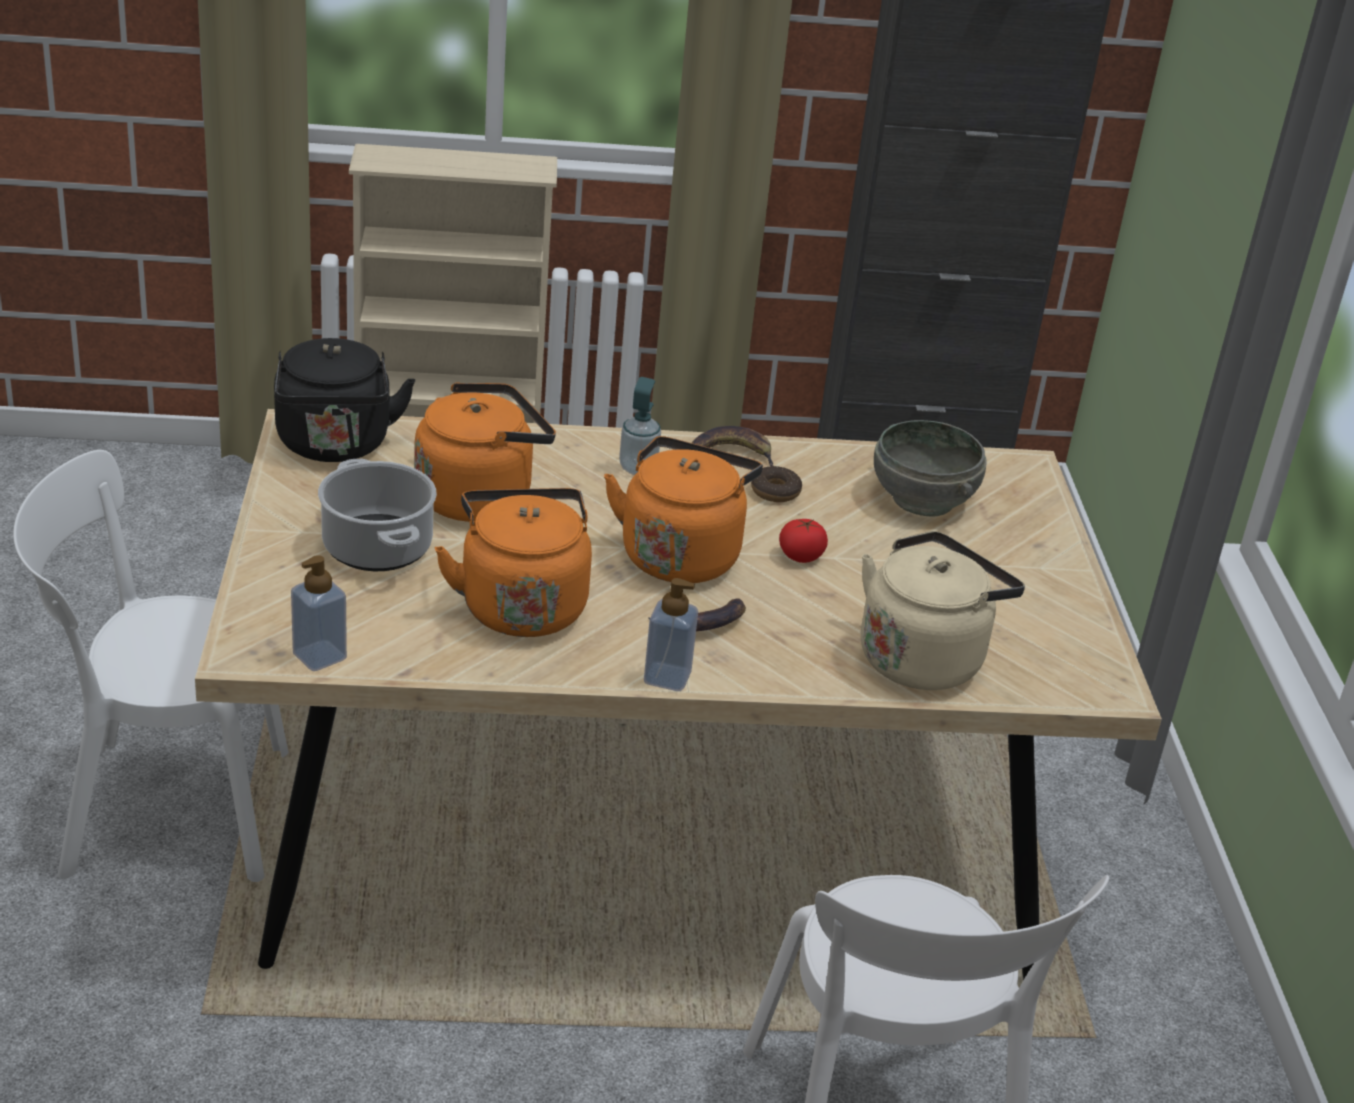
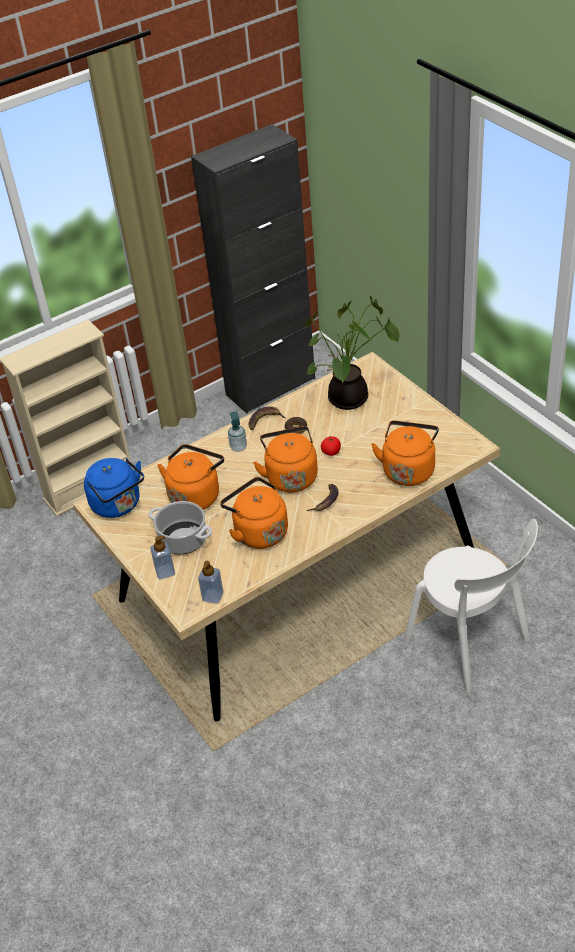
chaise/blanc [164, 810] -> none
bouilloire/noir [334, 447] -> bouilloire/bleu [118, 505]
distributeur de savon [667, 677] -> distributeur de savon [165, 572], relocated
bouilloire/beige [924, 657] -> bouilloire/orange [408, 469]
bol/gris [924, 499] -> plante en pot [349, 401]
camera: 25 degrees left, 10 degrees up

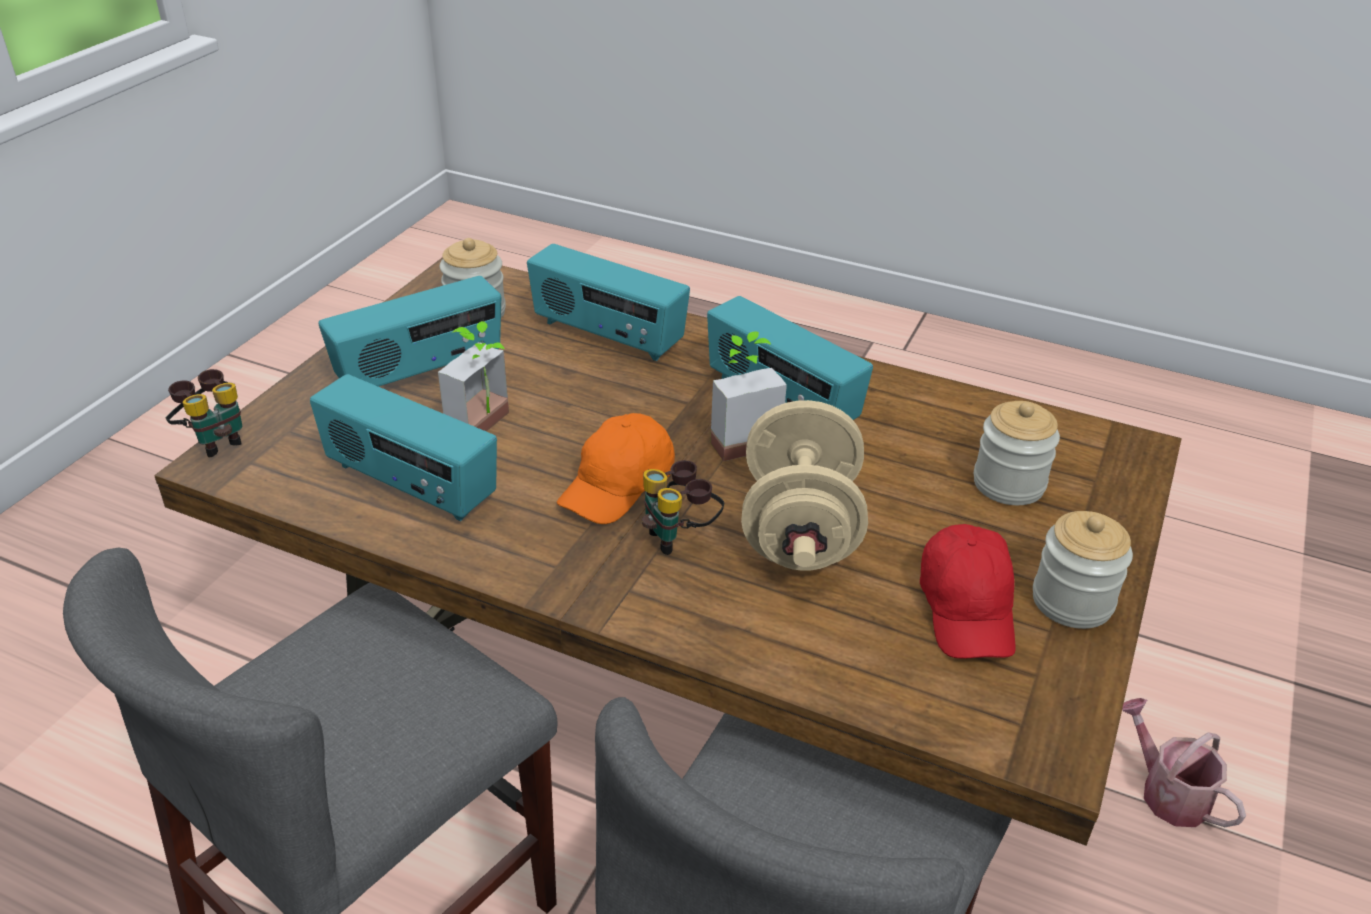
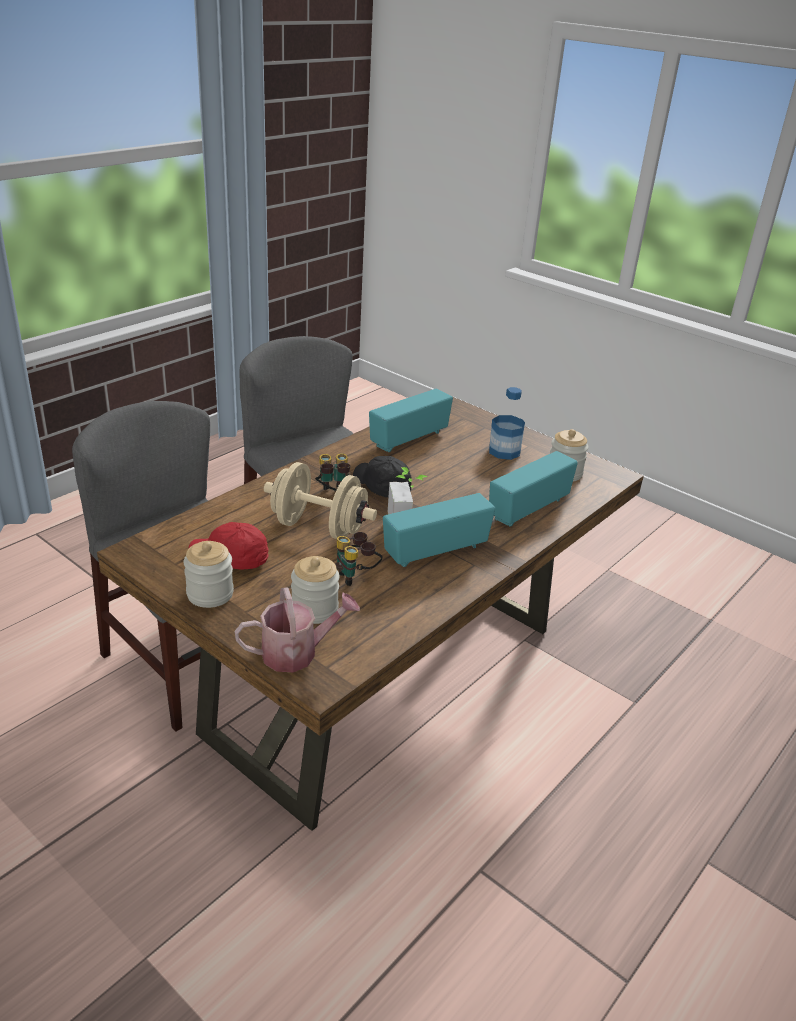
jumelles [215, 440] -> jumelles [357, 576], relocated
radio [421, 372] -> bouteille [504, 451]
plante en pot [488, 427] -> none
casquette/orange [619, 486] -> casquette/noir [381, 486]
arrosoir [1167, 792] -> arrosoir [297, 652], relocated
camera: 105 degrees right, 5 degrees down

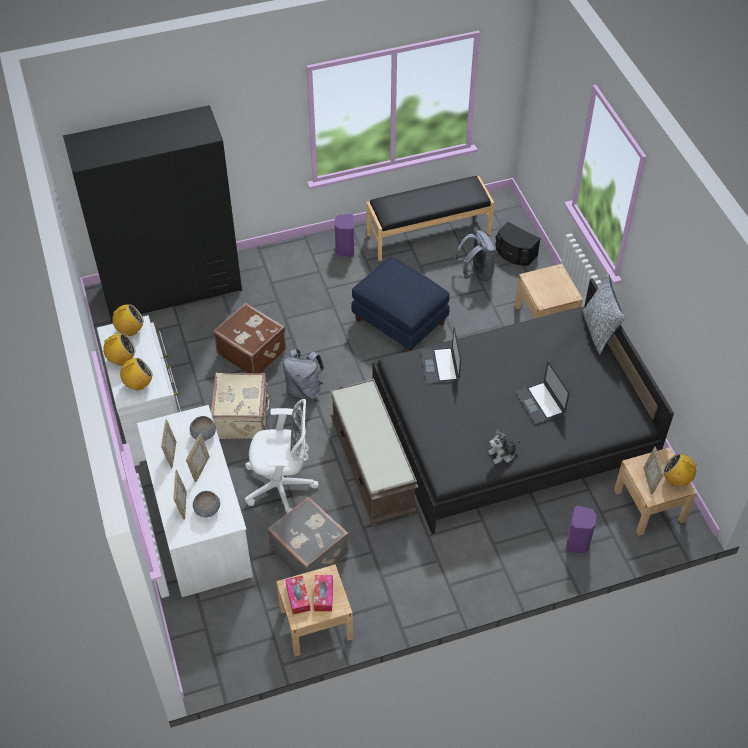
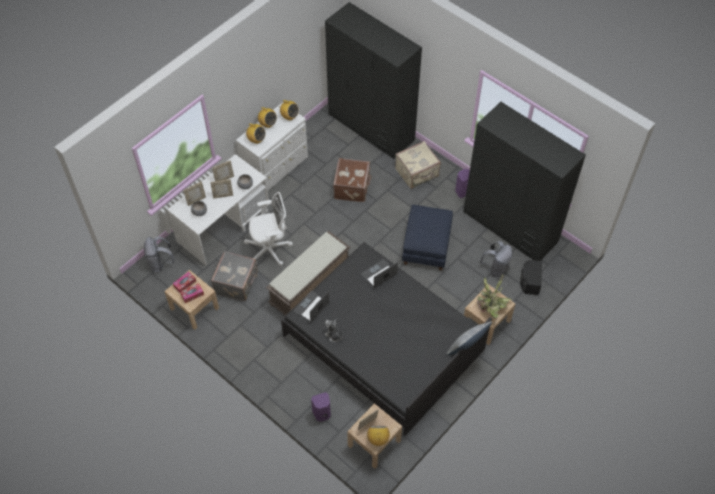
valise/beige [243, 417] -> valise/beige [417, 173], relocated
chaise de bureau/blanc [282, 486] -> chaise de bureau/blanc [270, 249], 75 degrees counterclockwise
sac à dos/gris [304, 390] -> sac à dos/gris [160, 263], relocated
banc/noir [428, 233] -> armoire/noir [510, 227]
ordinateur portable [540, 402] -> ordinateur portable [311, 307], relocated
none -> plante en pot [491, 307]
camera: 60 degrees right, 5 degrees up

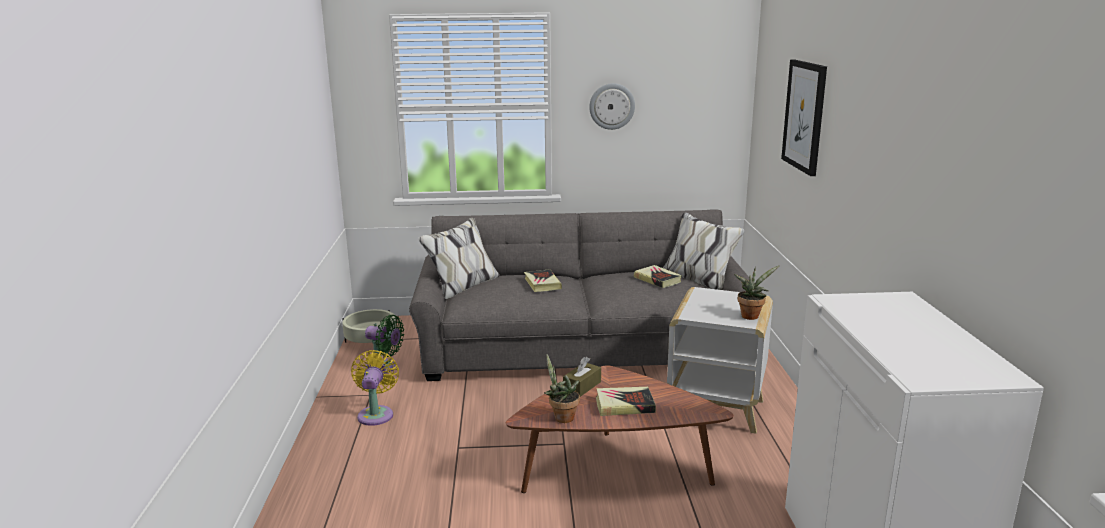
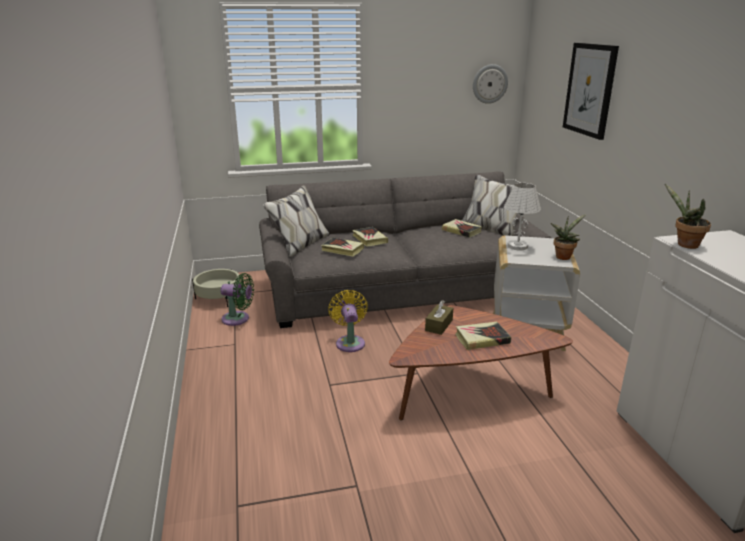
ventilateur/jaune [376, 414] -> ventilateur/jaune [350, 342], relocated
plante en pot [561, 417] -> plante en pot [684, 245], relocated
horloge murale [612, 106] -> horloge murale [489, 84], relocated
none -> livre [342, 250]
none -> lampe de table/blanc [518, 246]
camera: 10 degrees left, 5 degrees up

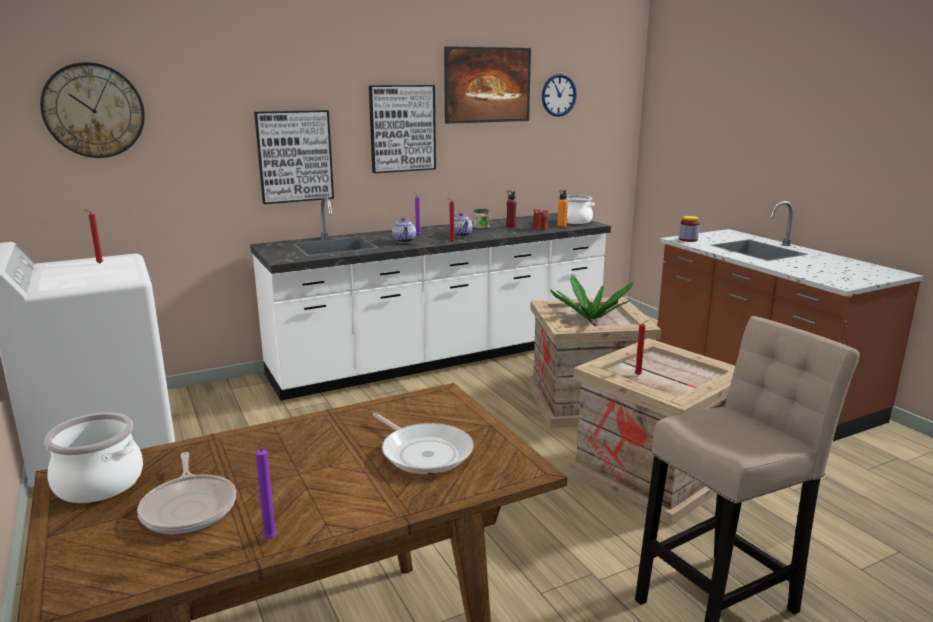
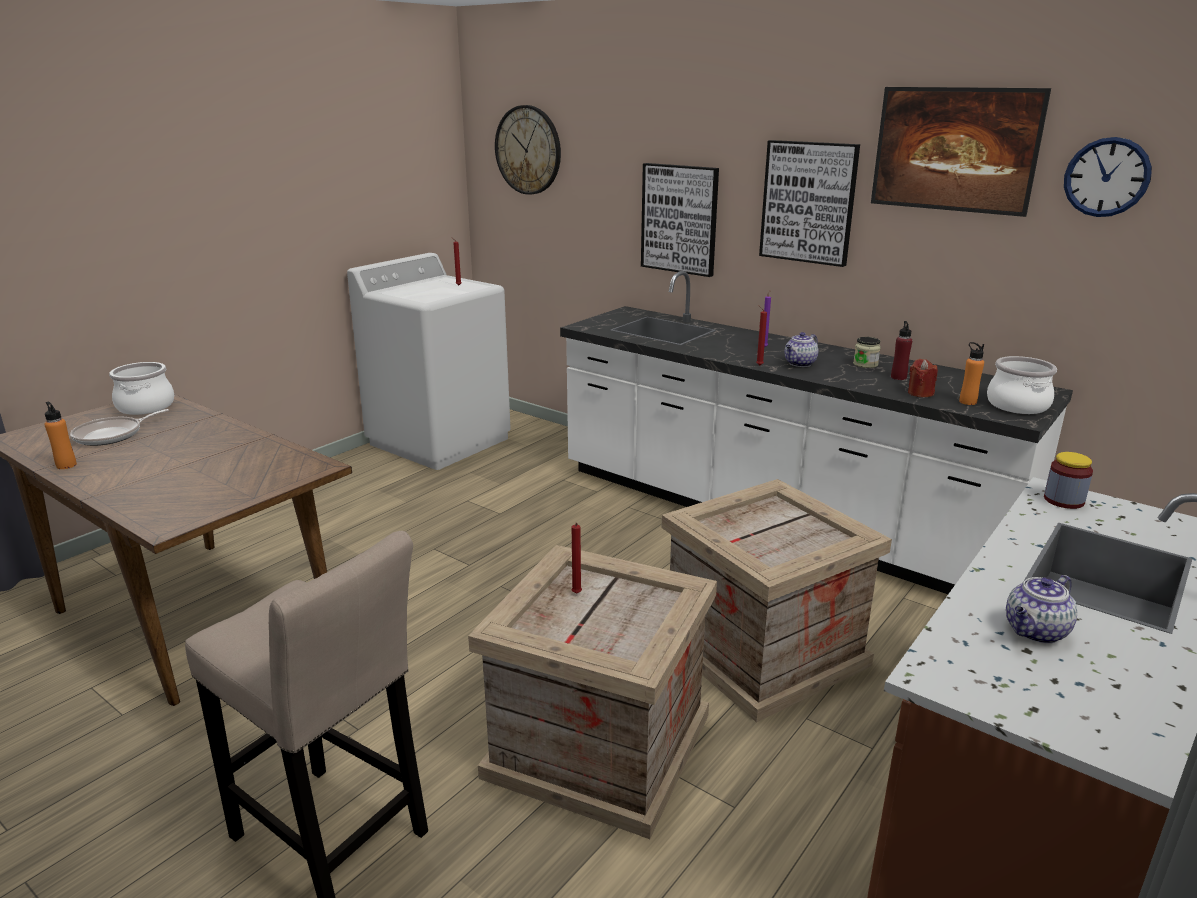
bougie/violet [270, 540] -> bouteille/orange [66, 465]
poêle [424, 452] -> none
théière [404, 241] -> théière [1035, 632], relocated
plante en pot [591, 317] -> none
camera: 65 degrees right, 5 degrees up

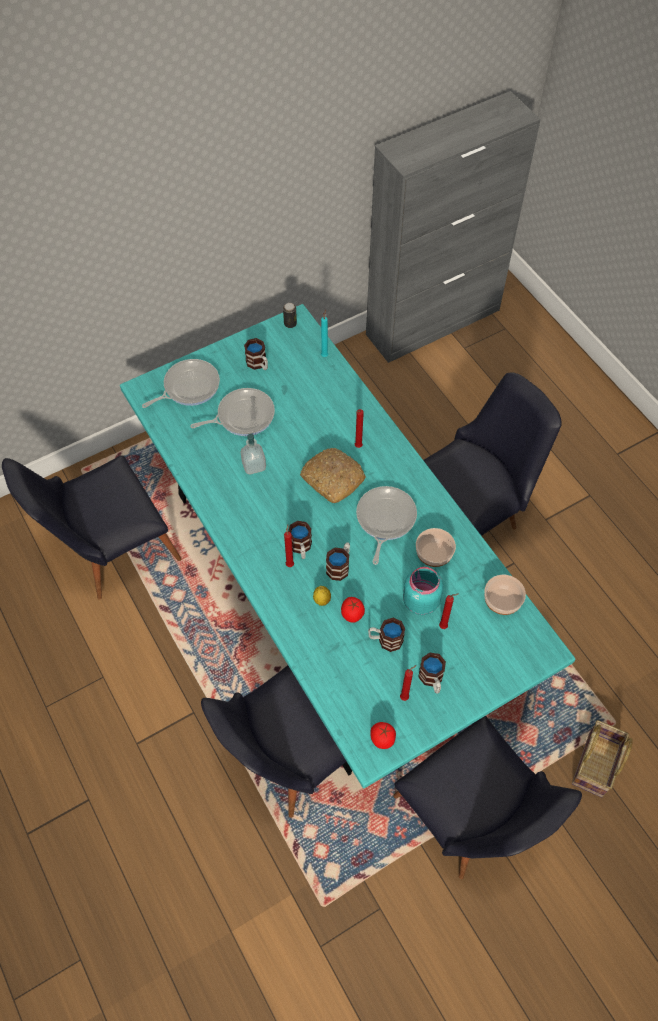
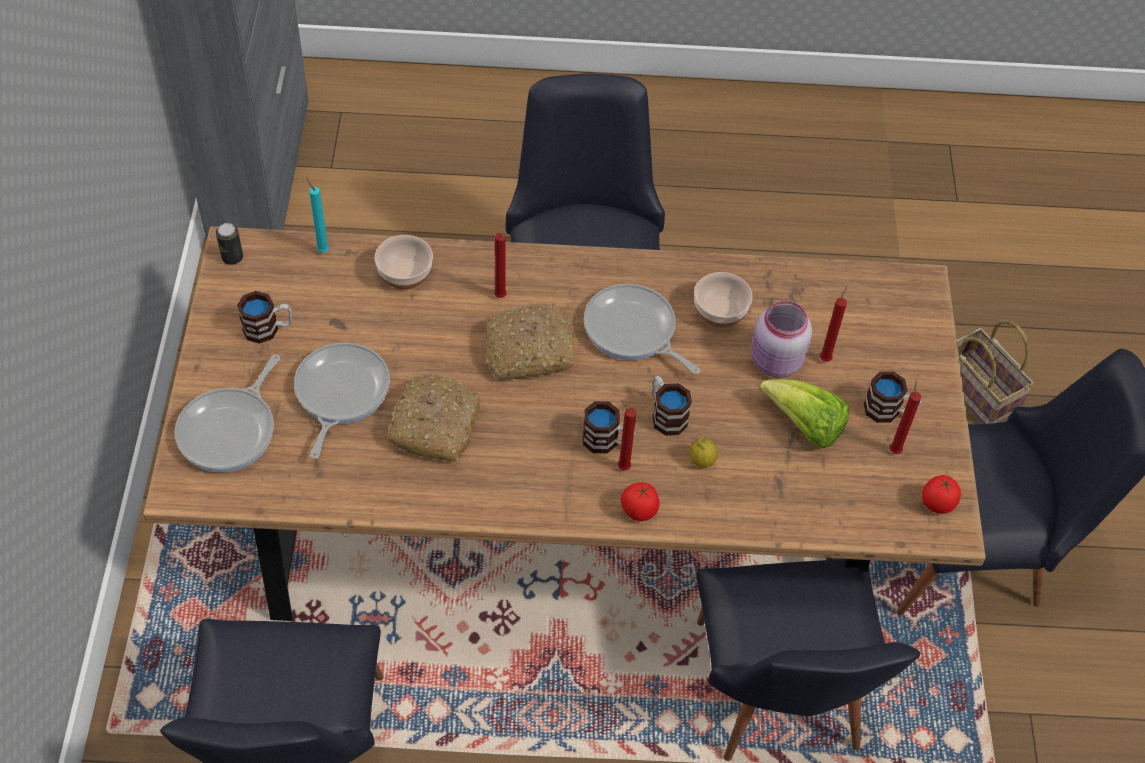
table à manger/turquoise [328, 587] -> table à manger/marron [563, 520]
poêle [188, 387] -> poêle [231, 430], 150 degrees counterclockwise
distributeur de savon [254, 465] -> pain [434, 424]
tomate [352, 614] -> tomate [638, 511], relocated
mug [385, 640] -> laitue [804, 426]
bocal/turquoise [419, 601] -> bocal/rose [775, 363]
bol [502, 601] -> bol [406, 274], relocated
camera: 60 degrees left, 5 degrees down

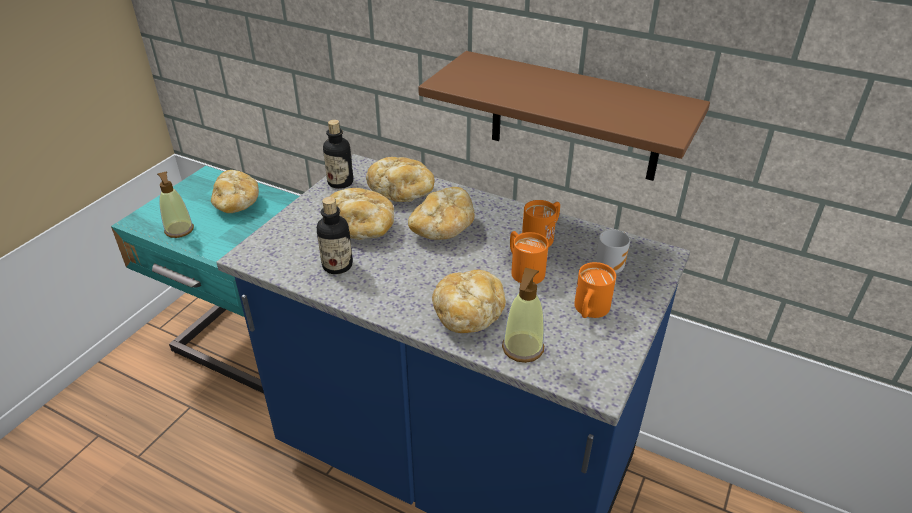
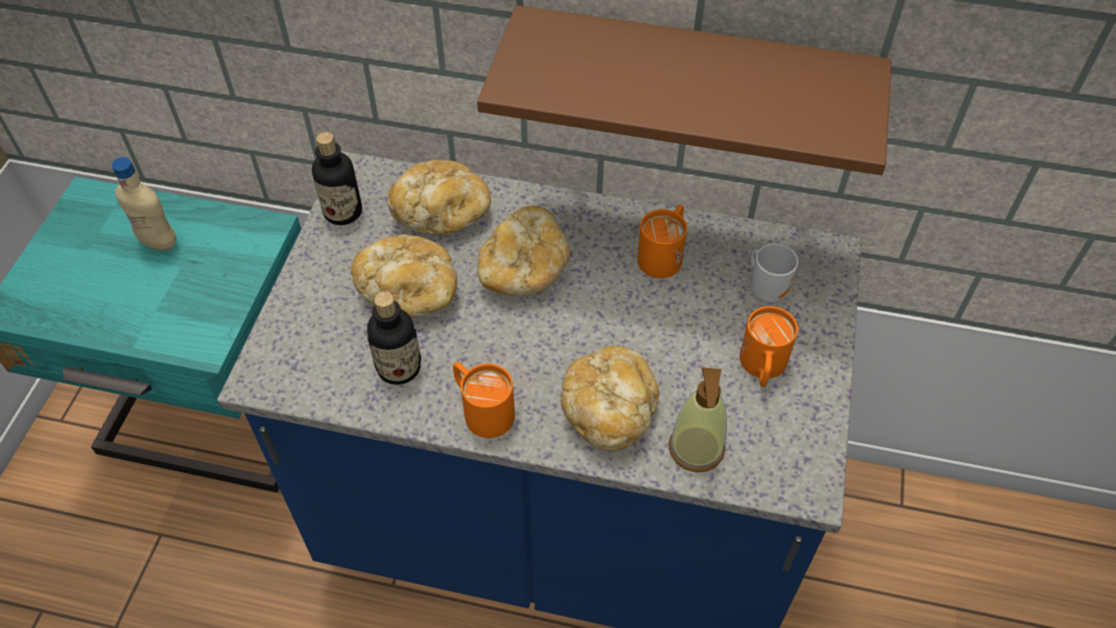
distributeur de savon [179, 230] -> none
pain [237, 204] -> bouteille/beige [159, 242]
mug/orange [523, 269] -> mug/orange [481, 409], relocated
camera: 15 degrees left, 15 degrees up

